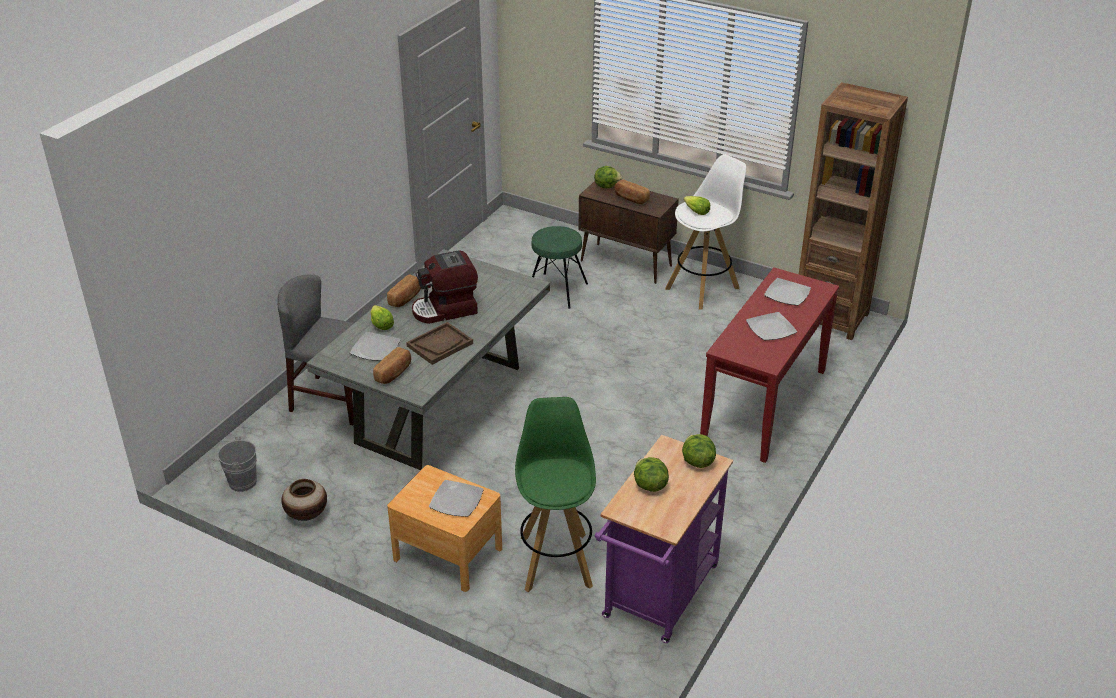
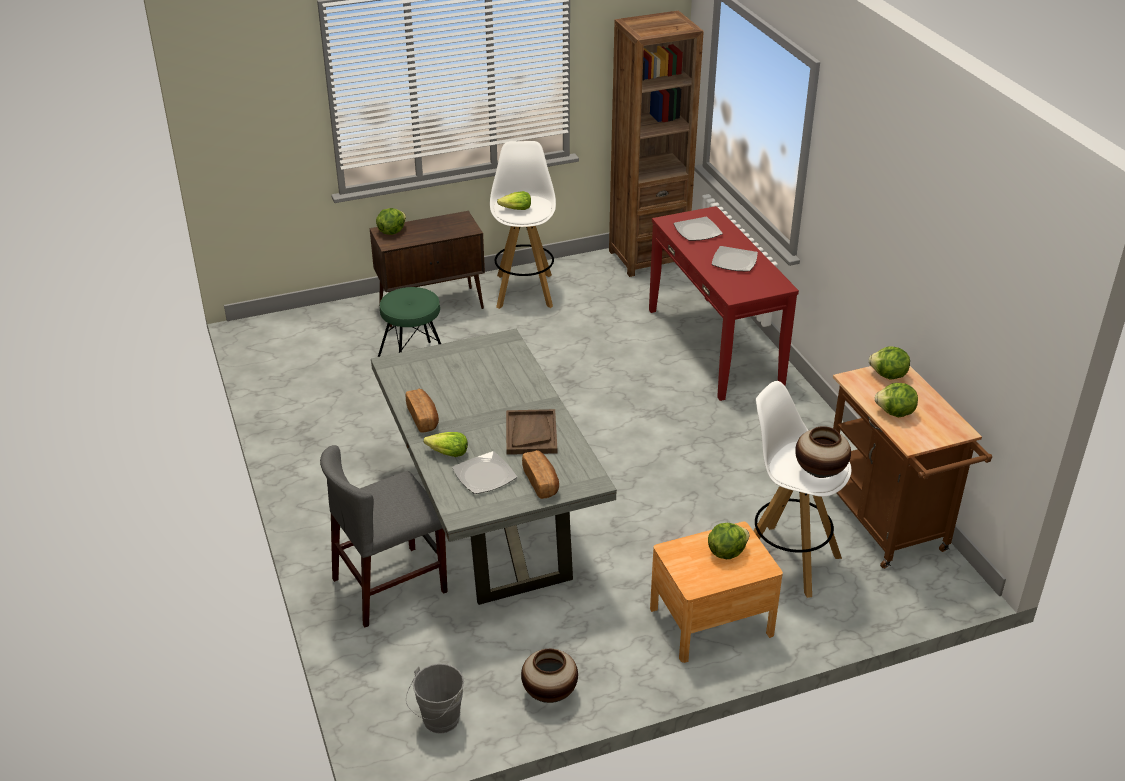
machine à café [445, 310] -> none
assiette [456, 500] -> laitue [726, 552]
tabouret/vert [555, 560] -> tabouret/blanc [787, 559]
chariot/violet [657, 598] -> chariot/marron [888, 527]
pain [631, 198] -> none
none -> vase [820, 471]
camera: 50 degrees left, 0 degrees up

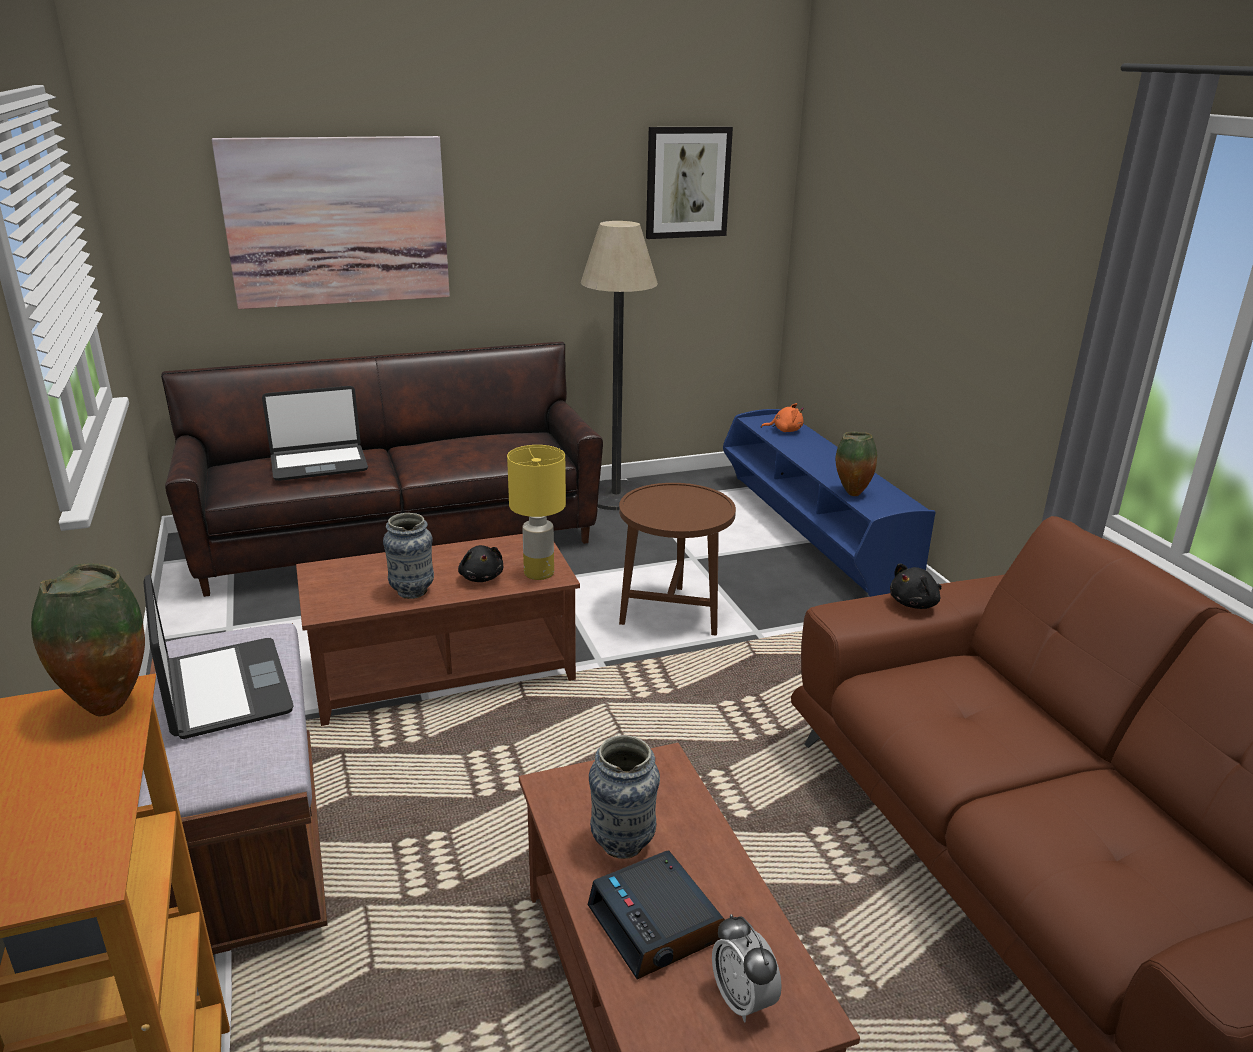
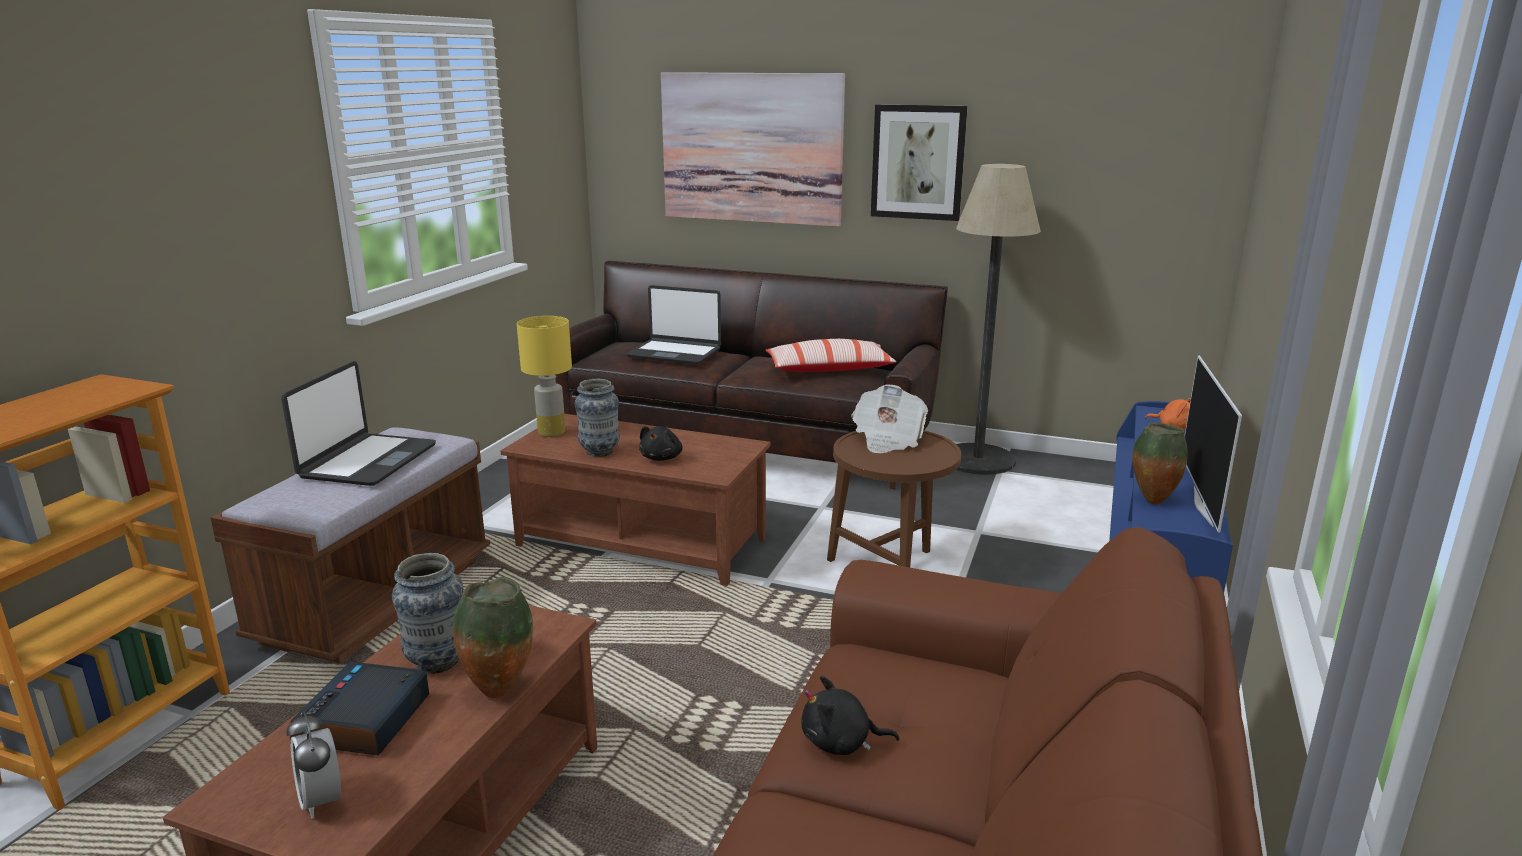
vase [107, 706] -> vase [499, 690], relocated
lampe de table/jaune [538, 573] -> lampe de table/jaune [551, 432], relocated
tableau [687, 182] -> tableau [918, 162], relocated
réveil [743, 1000] -> réveil [321, 800], 45 degrees counterclockwise
peluche/noir [915, 603] -> peluche/noir [841, 743], relocated
none -> coussin [829, 369]
none -> journal [887, 439]
none -> téléviseur [1205, 506]
camera: 40 degrees right, 5 degrees down

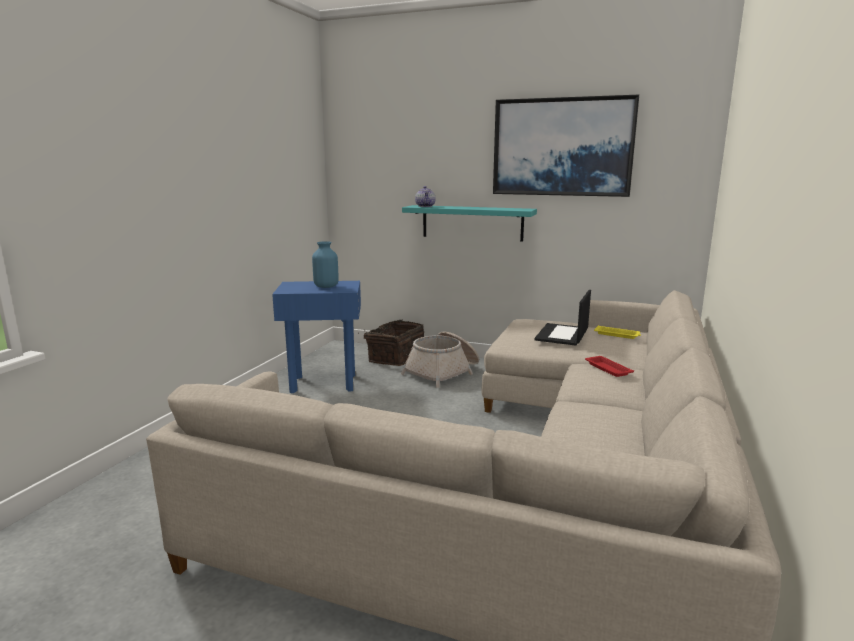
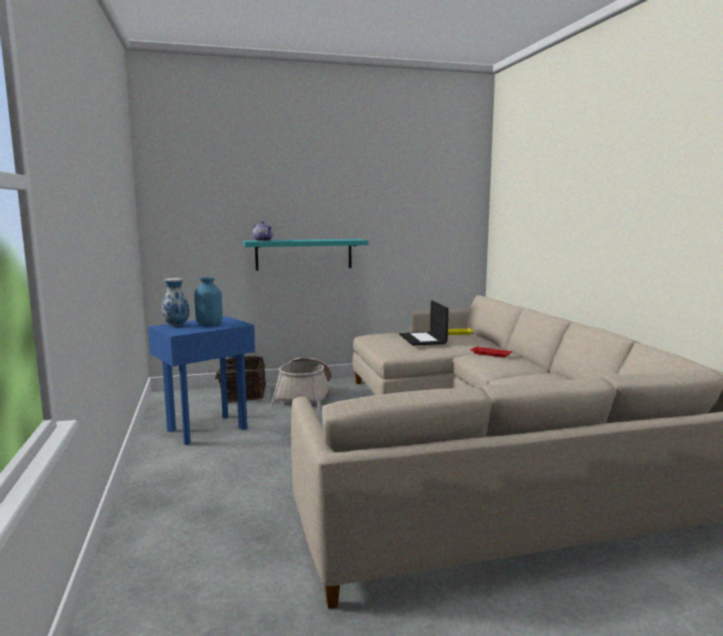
tableau [562, 147] -> none
none -> vase [176, 325]
camera: 35 degrees left, 5 degrees down

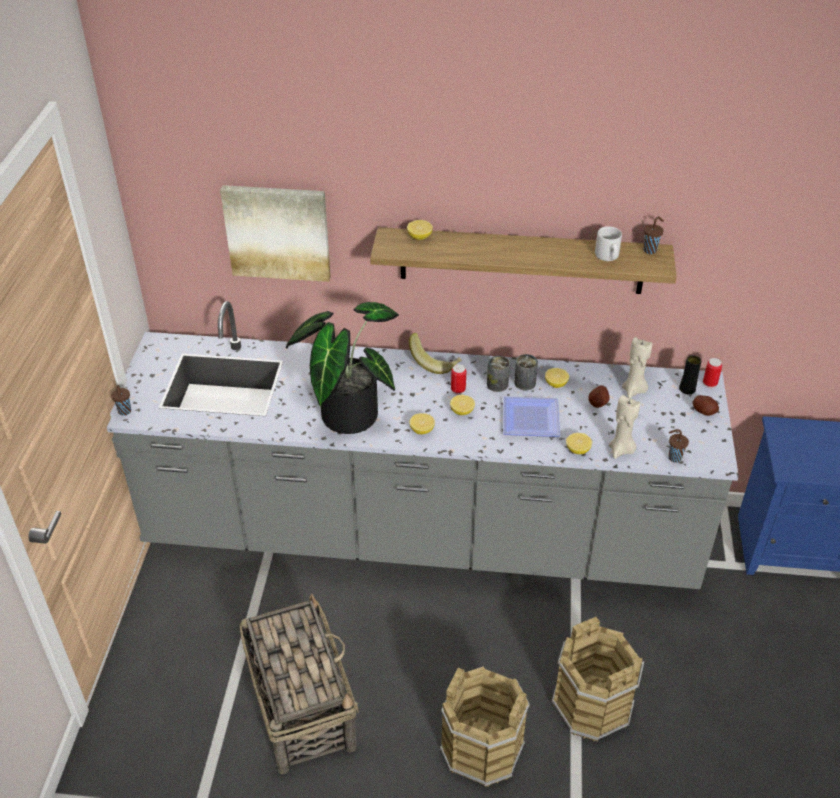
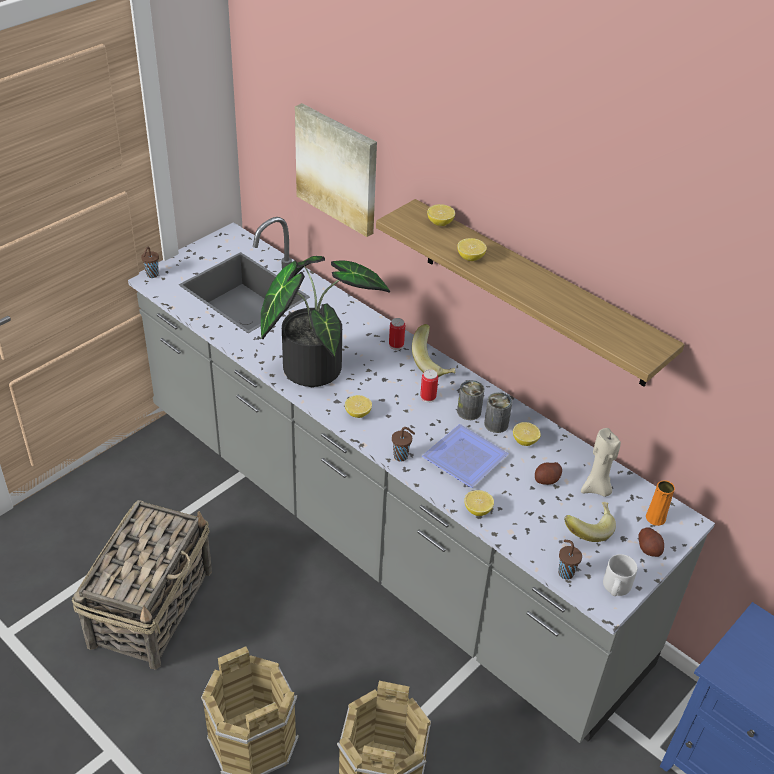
citron [462, 411] -> citron [470, 258], relocated
mug/gris [607, 256] -> mug/gris [615, 587], relocated
bougie/beige [621, 450] -> none
tasse/marron [650, 250] -> tasse/marron [401, 456], relocated
vase/noir [687, 389] -> vase/orange [655, 518]
boîte métallique [709, 383] -> boîte métallique [396, 345], relocated
none -> banane [587, 528]
camera: 35 degrees right, 0 degrees up

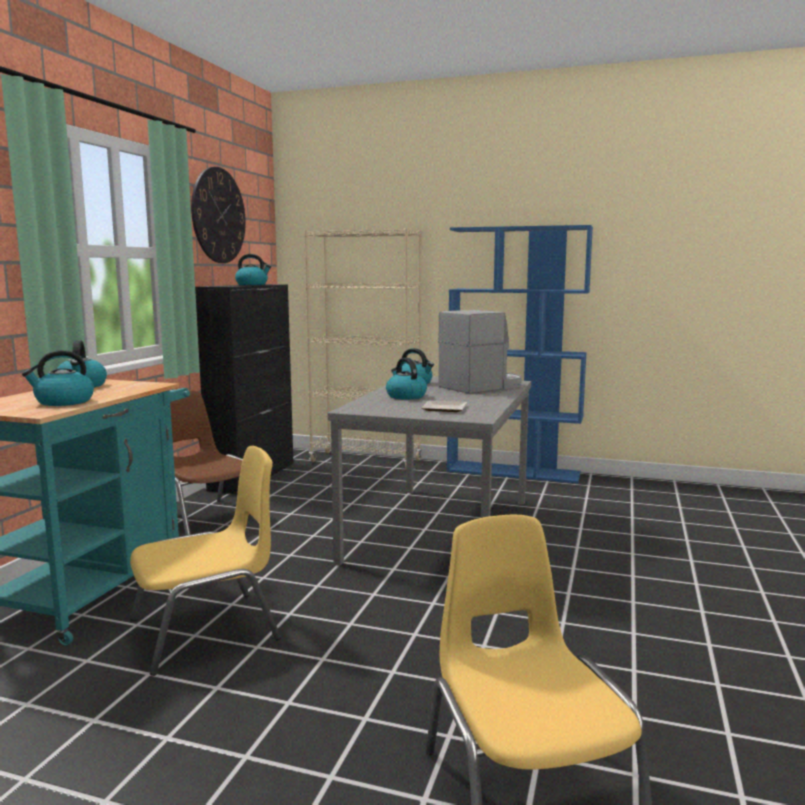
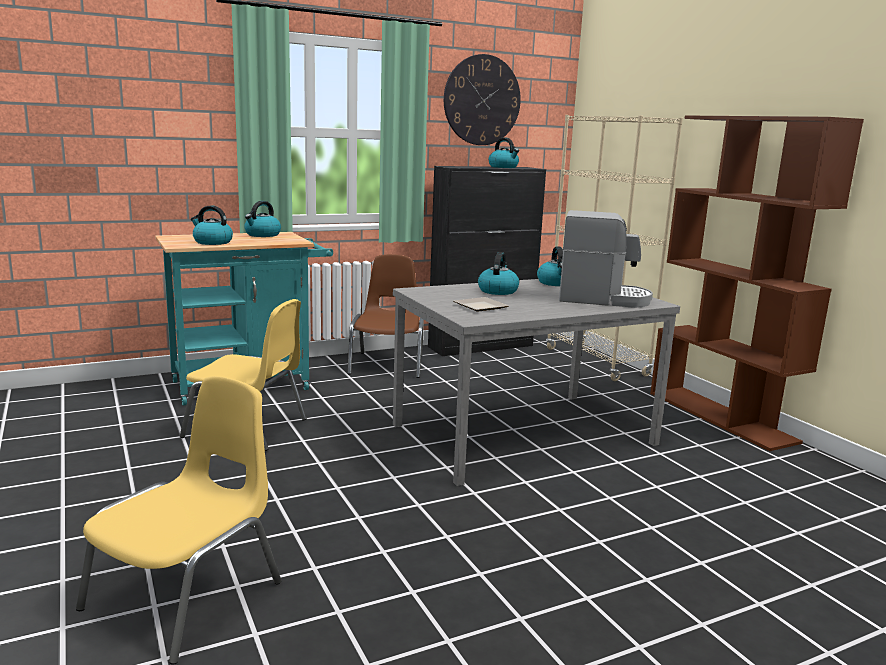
bibliothèque/bleu [514, 472] -> bibliothèque/marron [721, 417]
camera: 45 degrees right, 5 degrees up

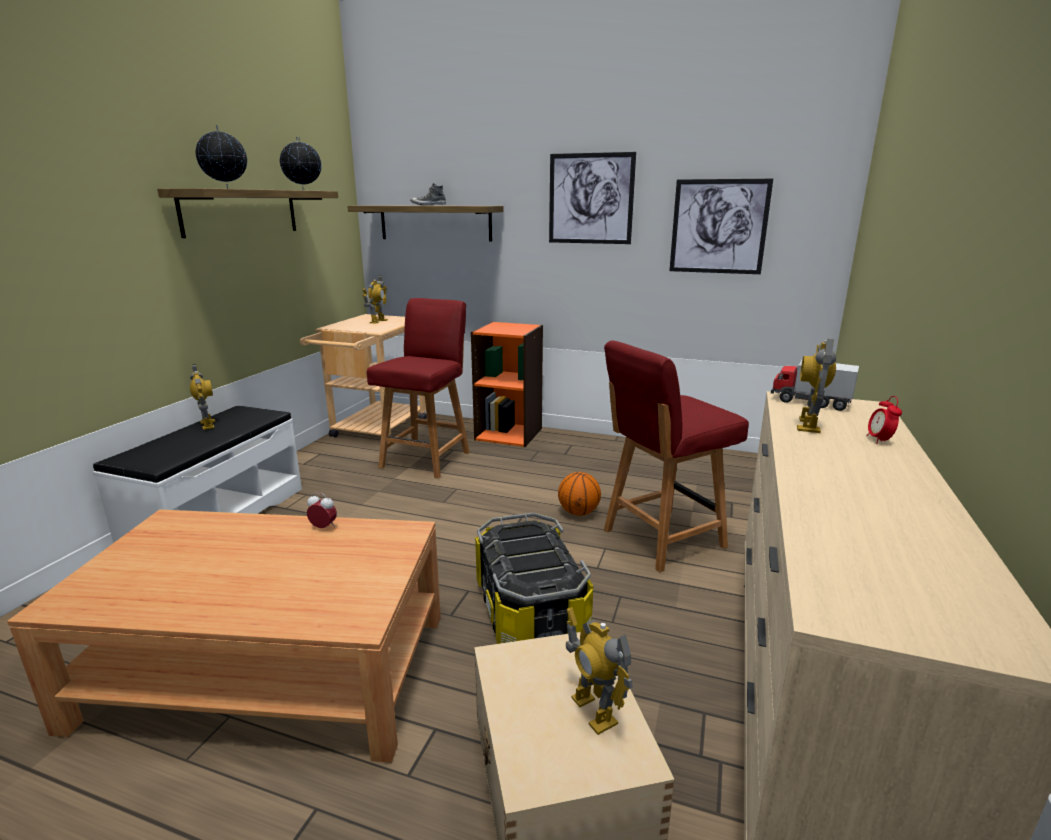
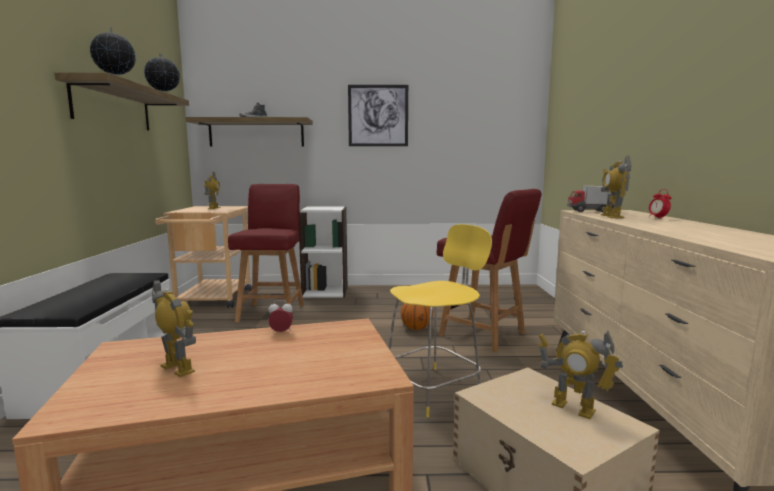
robot jouet [207, 424] -> robot jouet [178, 368], relocated
bibliothèque/orange [509, 434] -> bibliothèque/blanc [325, 291]
boîte de rangement [531, 613] -> chaise/jaune [434, 389]
chaise/rouge [661, 539] -> chaise/rouge [484, 335], 90 degrees counterclockwise
tableau [718, 227] -> none
camera: 20 degrees left, 10 degrees down

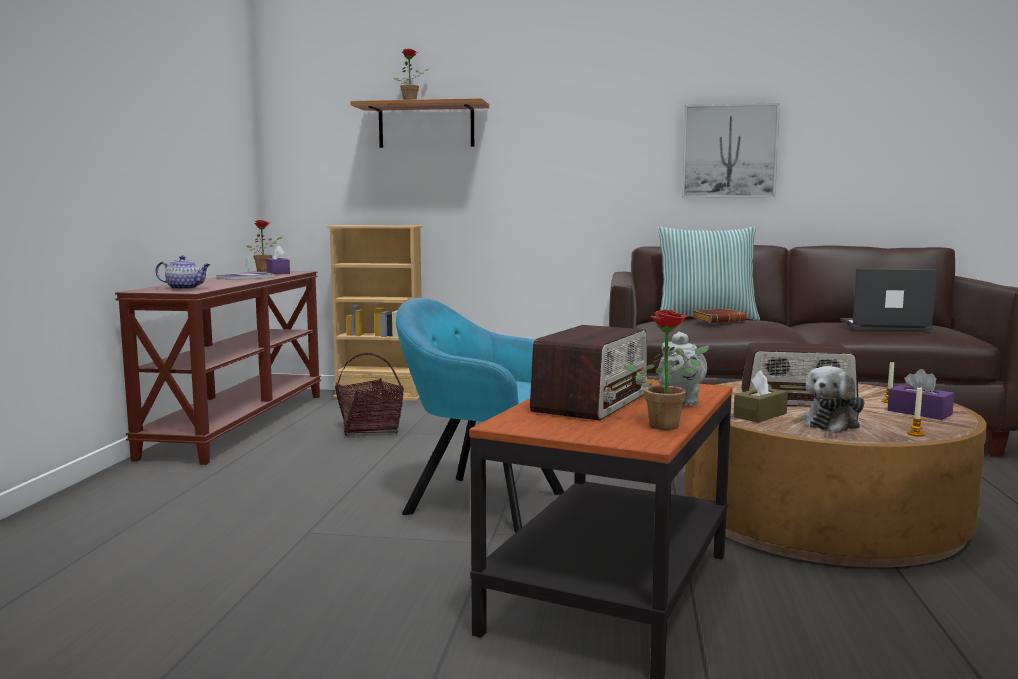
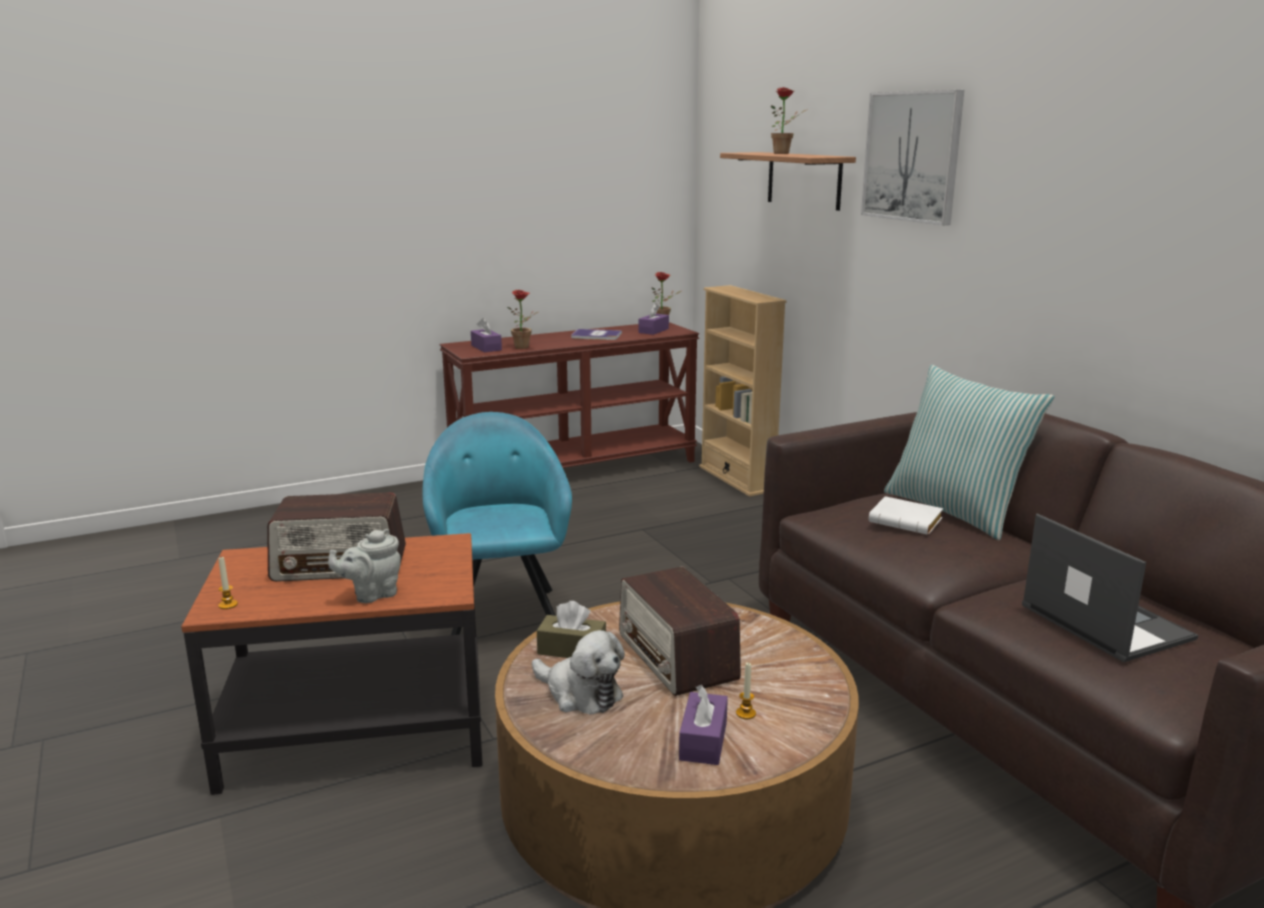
théière [185, 288] -> boîte à mouchoirs/violet [486, 348]
panier [370, 429] -> none
plante en pot [668, 425] -> plante en pot [524, 347], relocated
tableau [729, 151] -> tableau [912, 156], relocated
livre/marron [719, 320] -> livre/blanc [907, 522]
peluche [833, 423] -> peluche [580, 693], 150 degrees counterclockwise
bougie [916, 434] -> bougie [228, 605], relocated
camera: 55 degrees right, 10 degrees up

